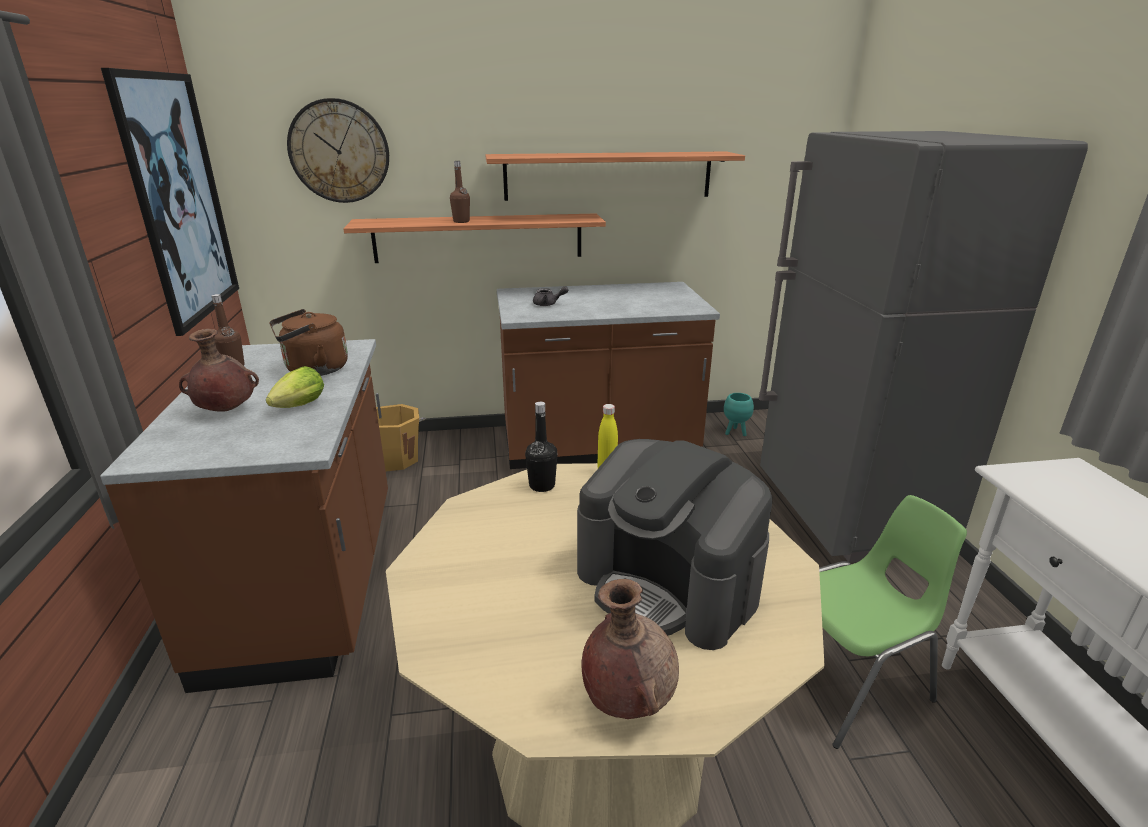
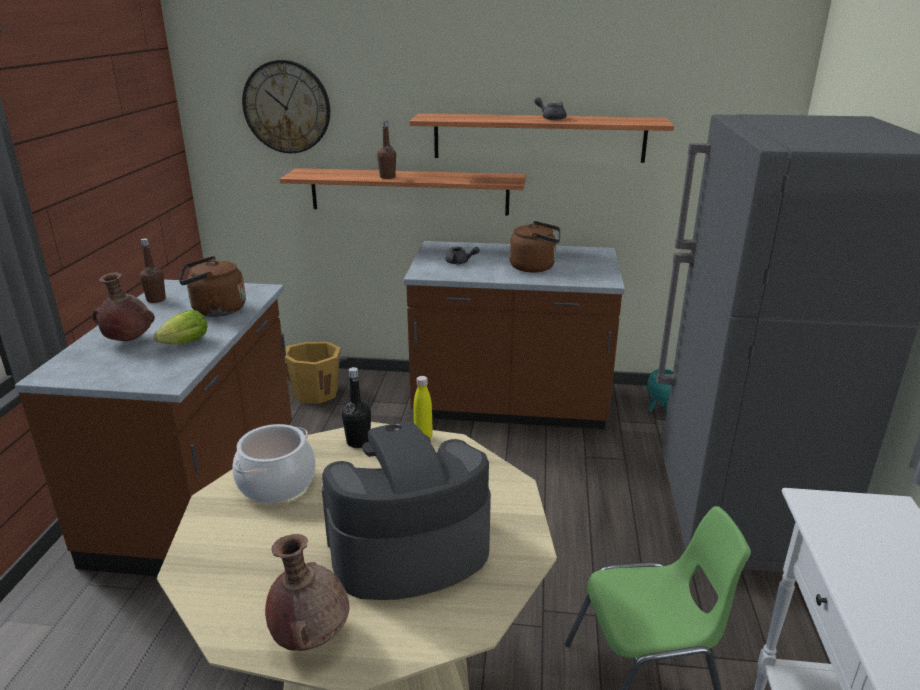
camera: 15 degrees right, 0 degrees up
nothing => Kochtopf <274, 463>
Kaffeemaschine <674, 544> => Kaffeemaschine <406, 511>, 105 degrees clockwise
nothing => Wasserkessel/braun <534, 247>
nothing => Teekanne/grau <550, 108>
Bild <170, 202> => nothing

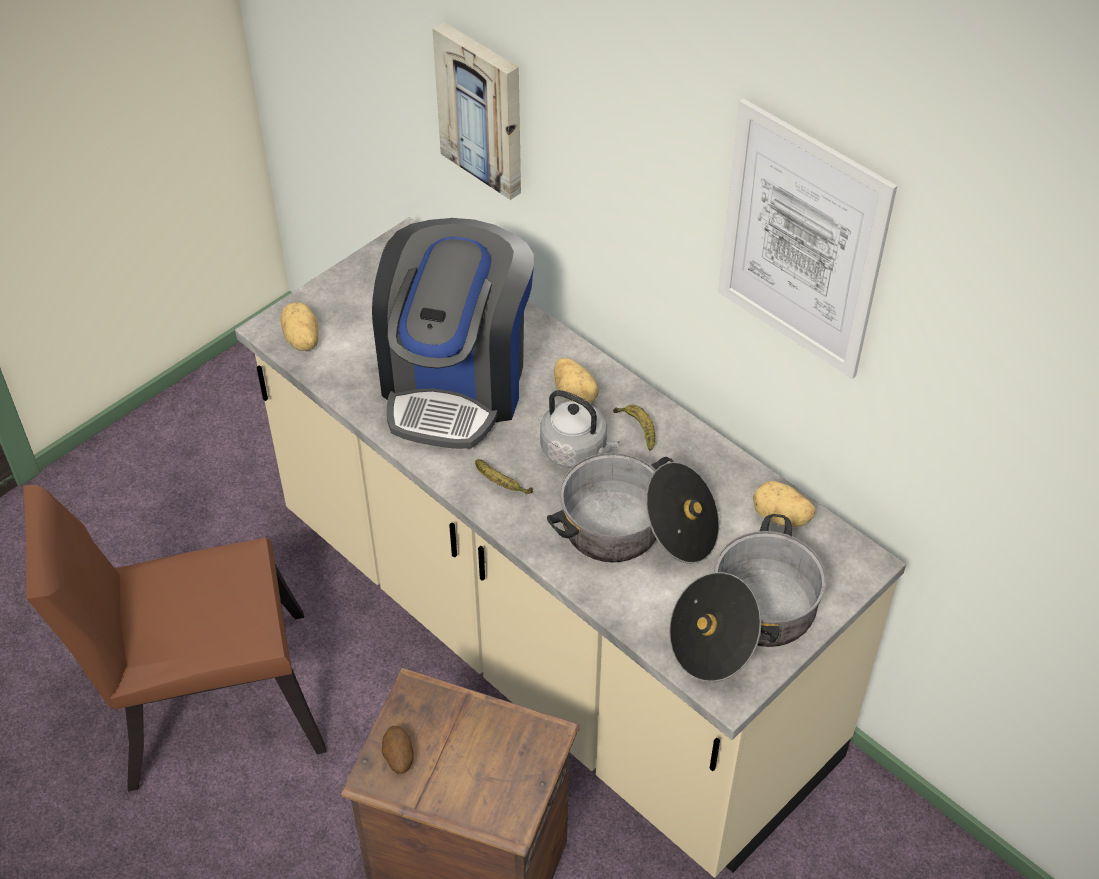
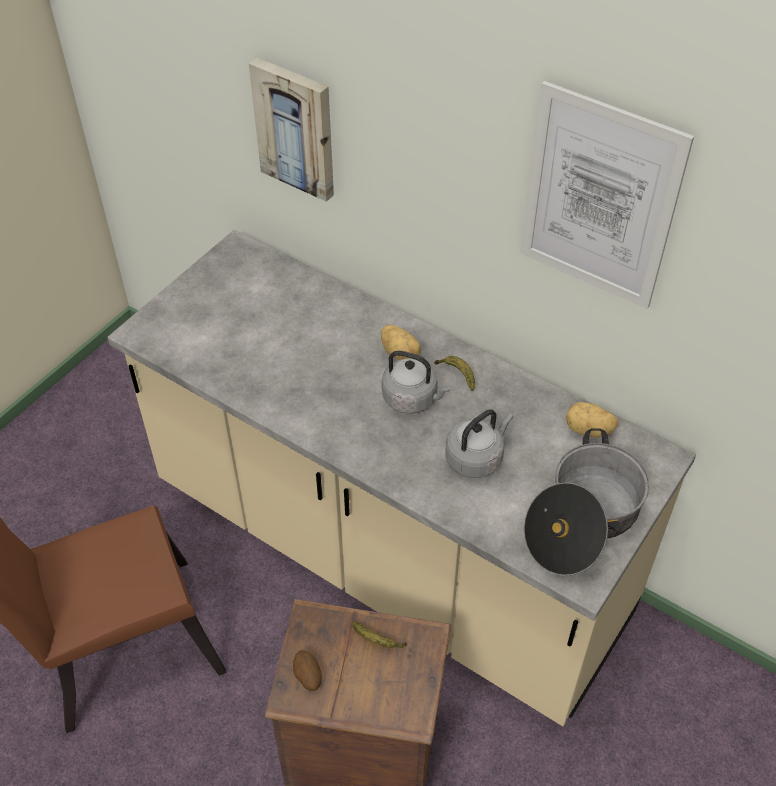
camera: 10 degrees left, 0 degrees up
Banane <504, 476> => Banane <379, 634>, moved
Kochtopf <633, 507> => Wasserkessel/grau <479, 444>
Kartoffel <299, 326> => nothing
Kaffeemaschine <453, 333> => nothing

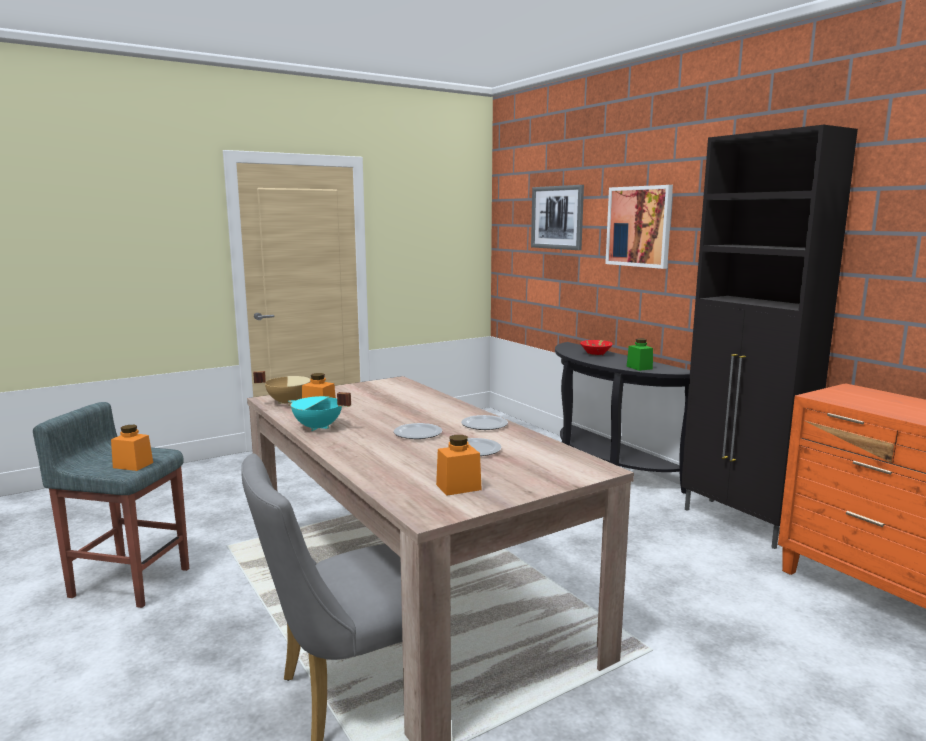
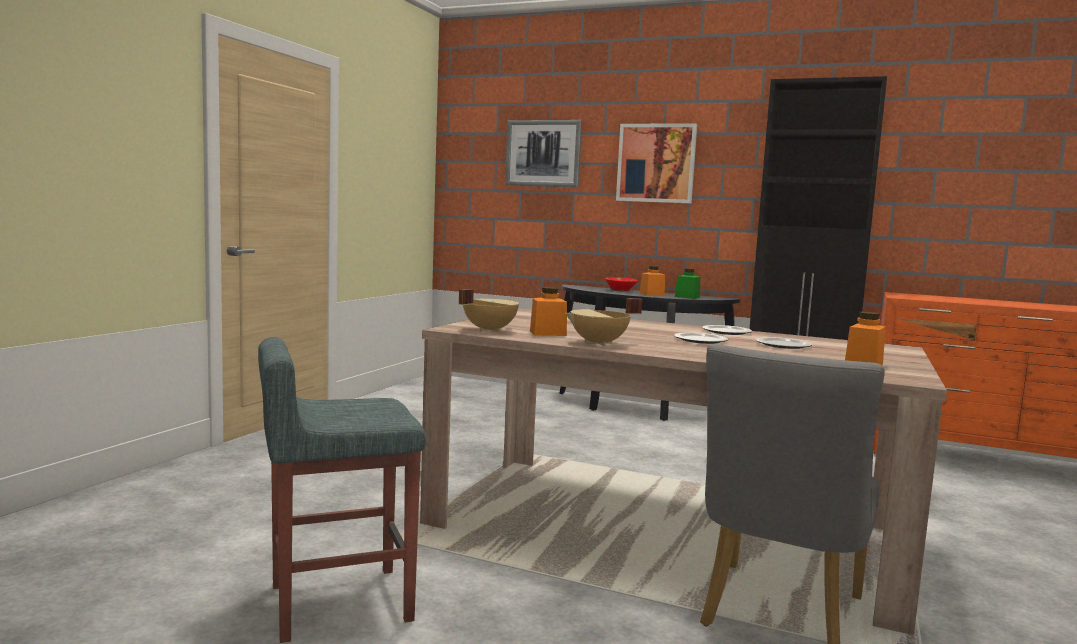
camera: 35 degrees left, 5 degrees down
Kochtopf/türkis <319, 411> => Kochtopf/beige <603, 322>
Vorratsglas/orange <132, 448> => Vorratsglas/orange <652, 280>, moved

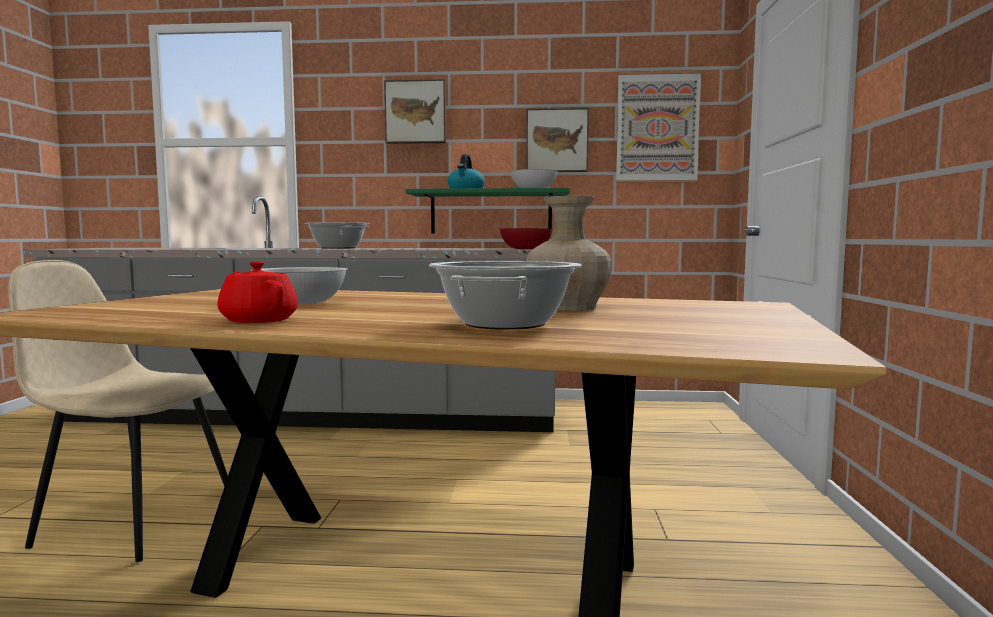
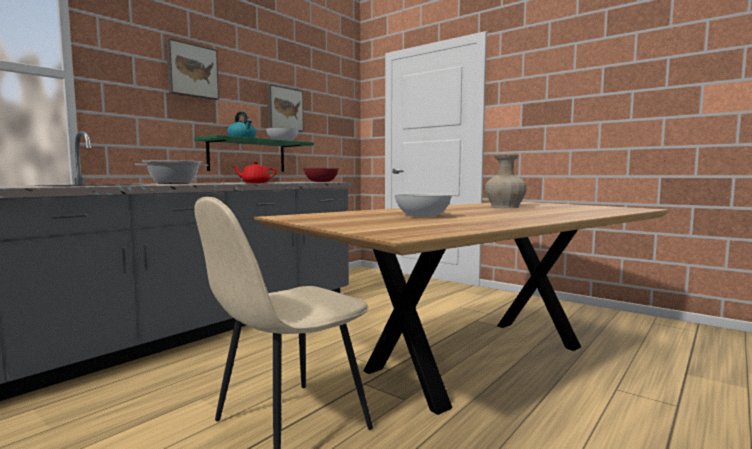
camera: 55 degrees left, 0 degrees up
Teekanne/rot <257, 292> => Teekanne/rot <254, 172>, moved
Kochtopf <505, 295> => nothing
Bild <659, 127> => nothing

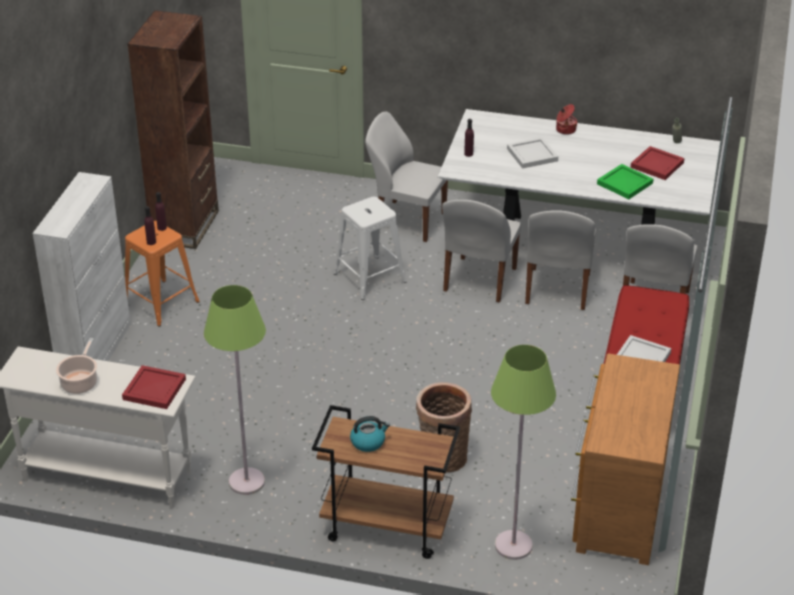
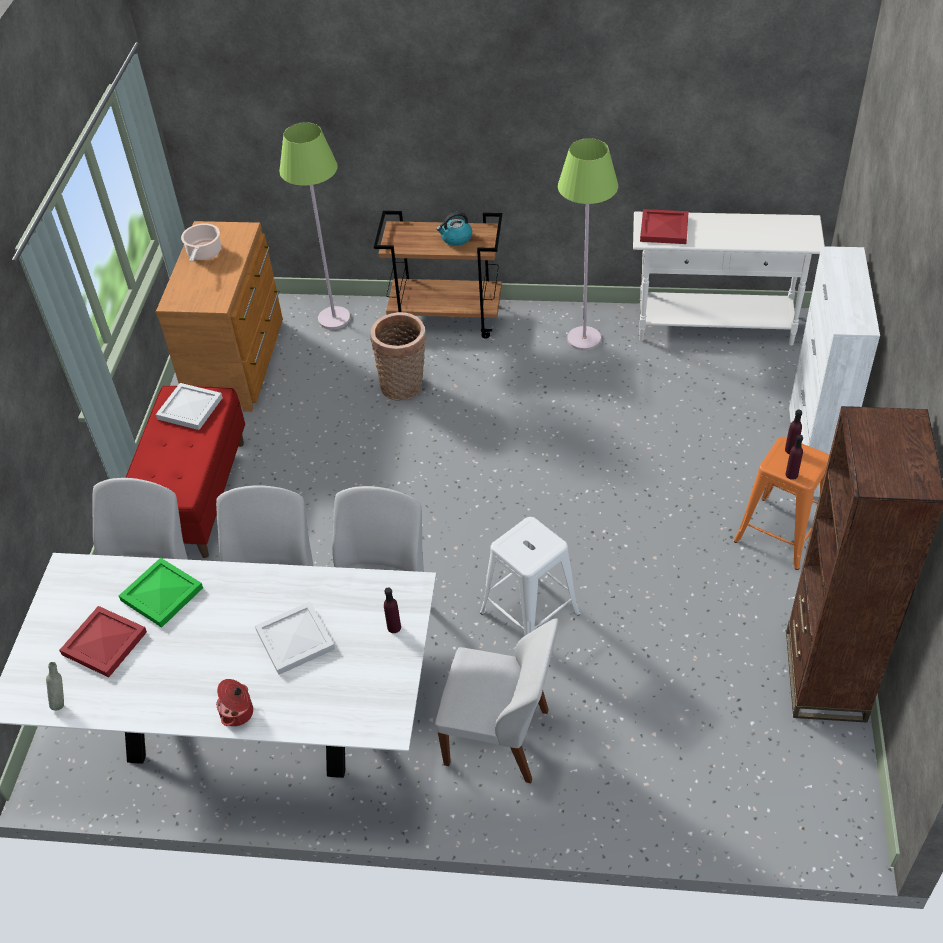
camera: 175 degrees right, 10 degrees up
Kochtopf <76, 366> => Kochtopf <201, 242>, moved

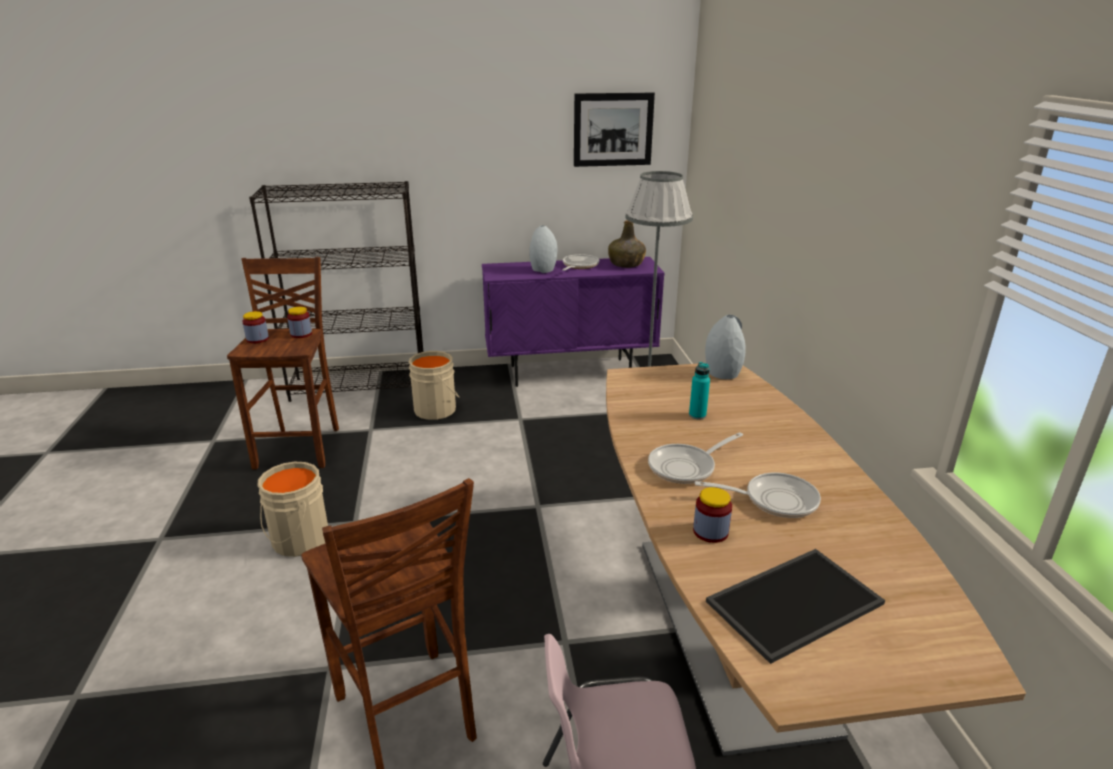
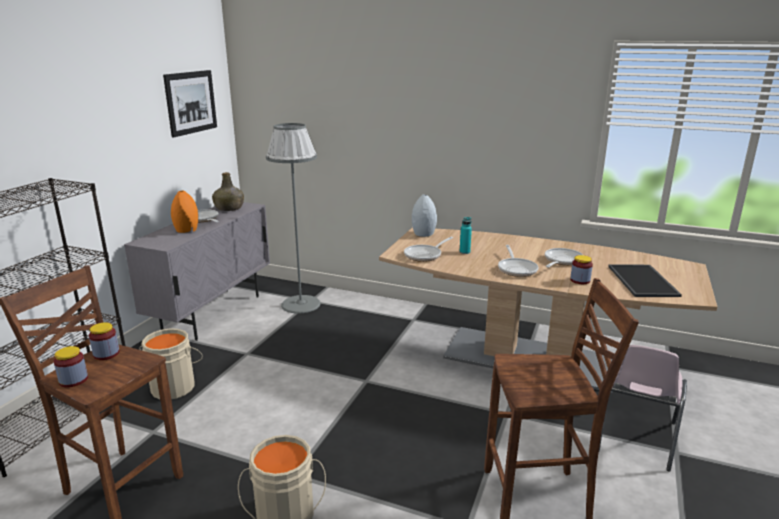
camera: 60 degrees left, 5 degrees down
Schrank/lila <573, 322> => Schrank/grau <197, 271>
Vase/grau <543, 249> => Vase/orange <184, 212>
nothing => Pfanne <428, 249>

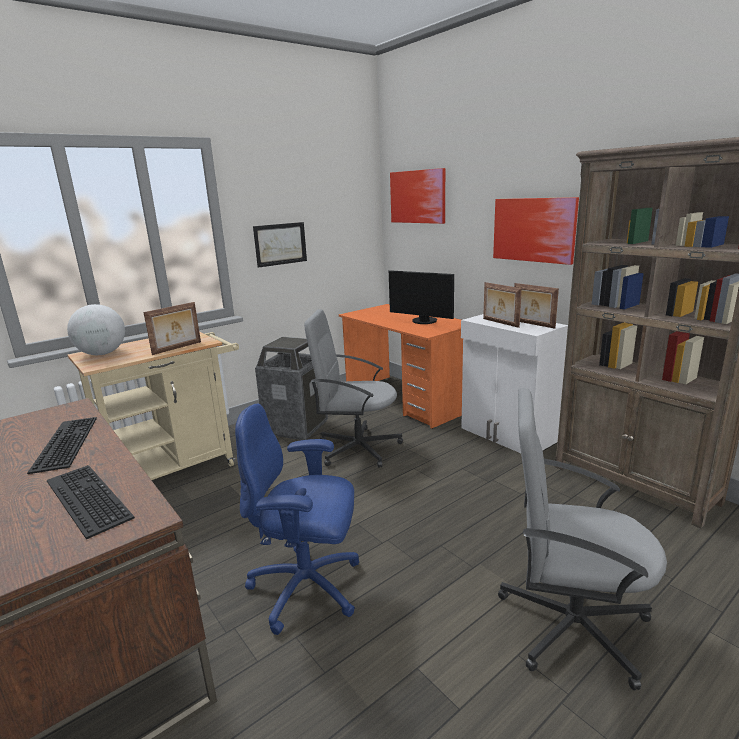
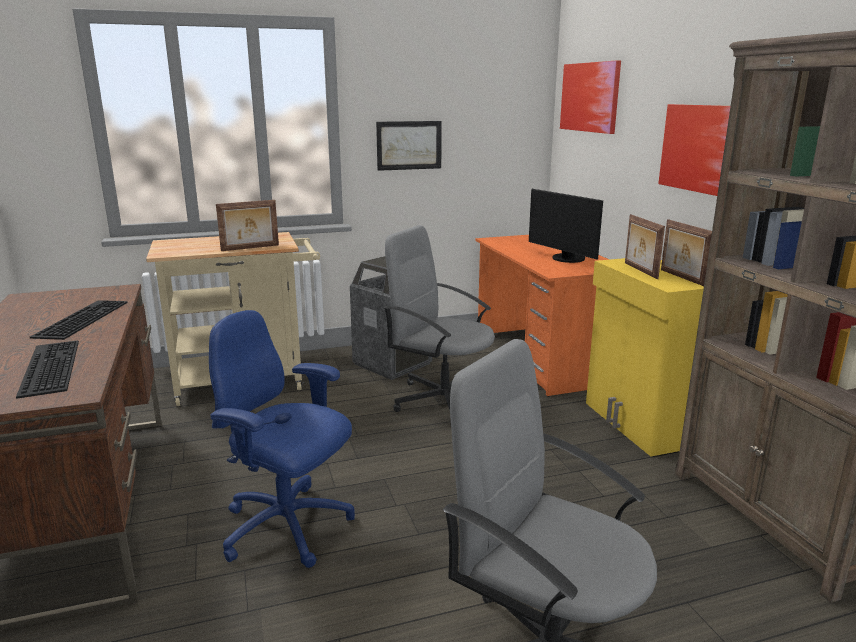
camera: 20 degrees right, 0 degrees up
Schrank/weiß <514, 383> => Schrank/gelb <645, 357>
Globus <96, 329> => nothing

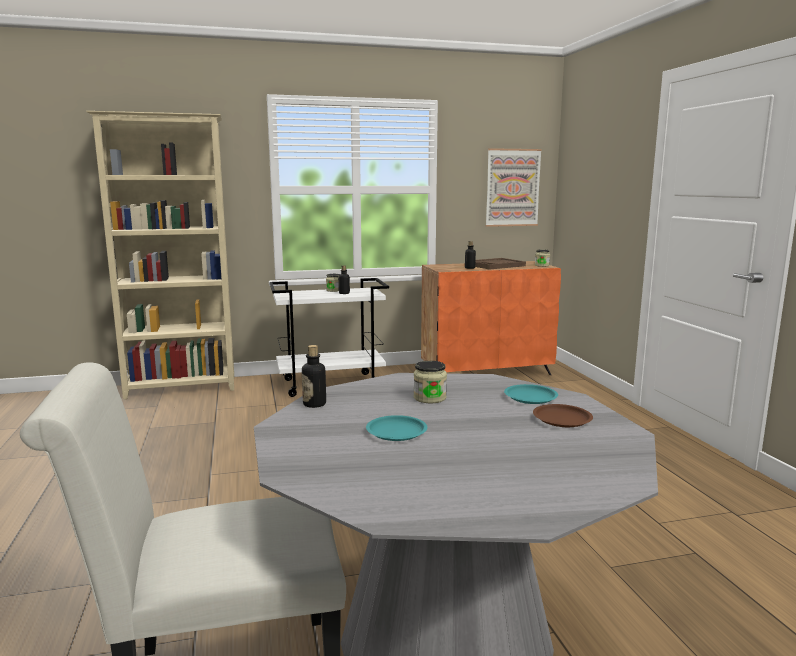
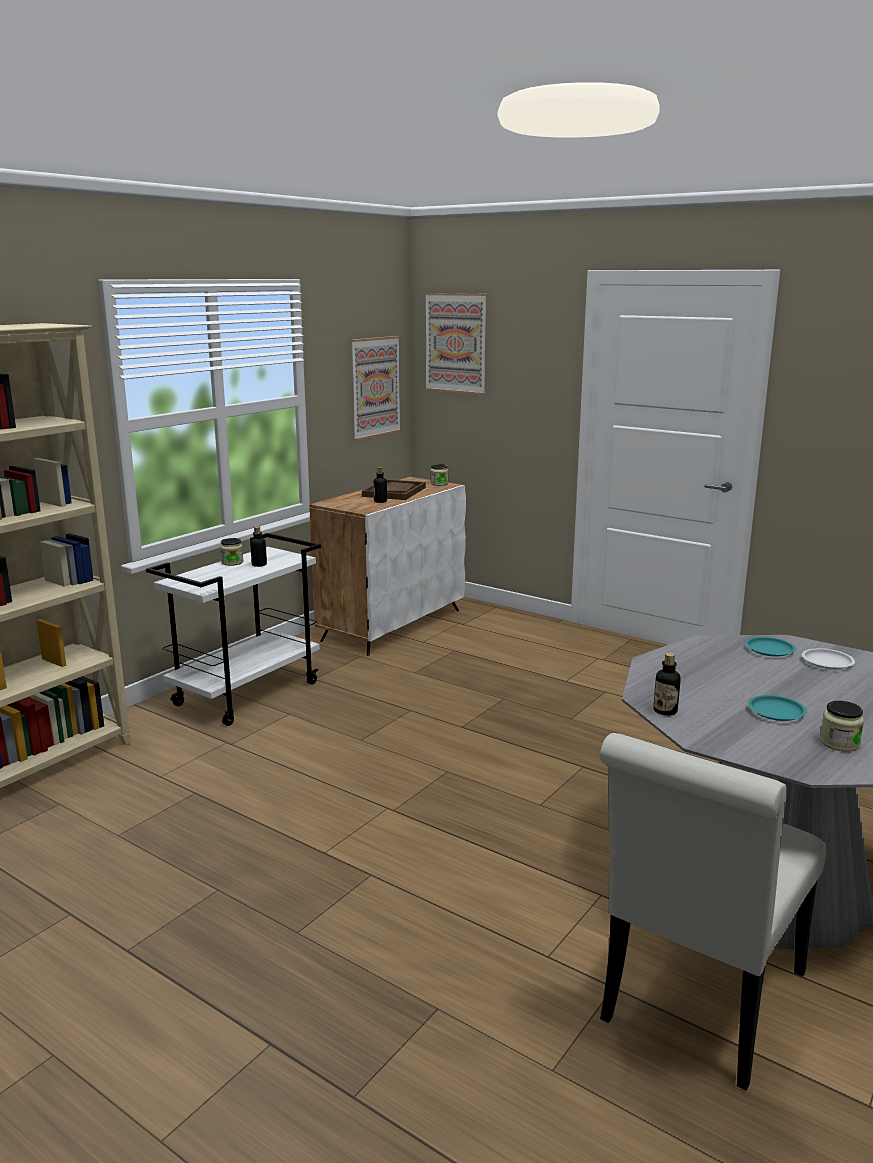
camera: 40 degrees left, 5 degrees up
Schrank/orange <491, 318> => Schrank/weiß <387, 566>
nothing => Bild <456, 344>
Teller/braun <563, 415> => Teller/weiß <828, 658>
Vorratsglas <430, 382> => Vorratsglas <842, 726>, moved

